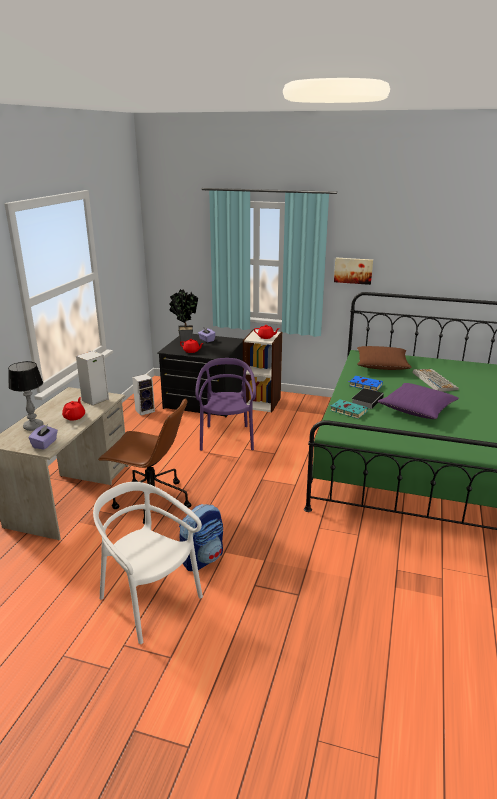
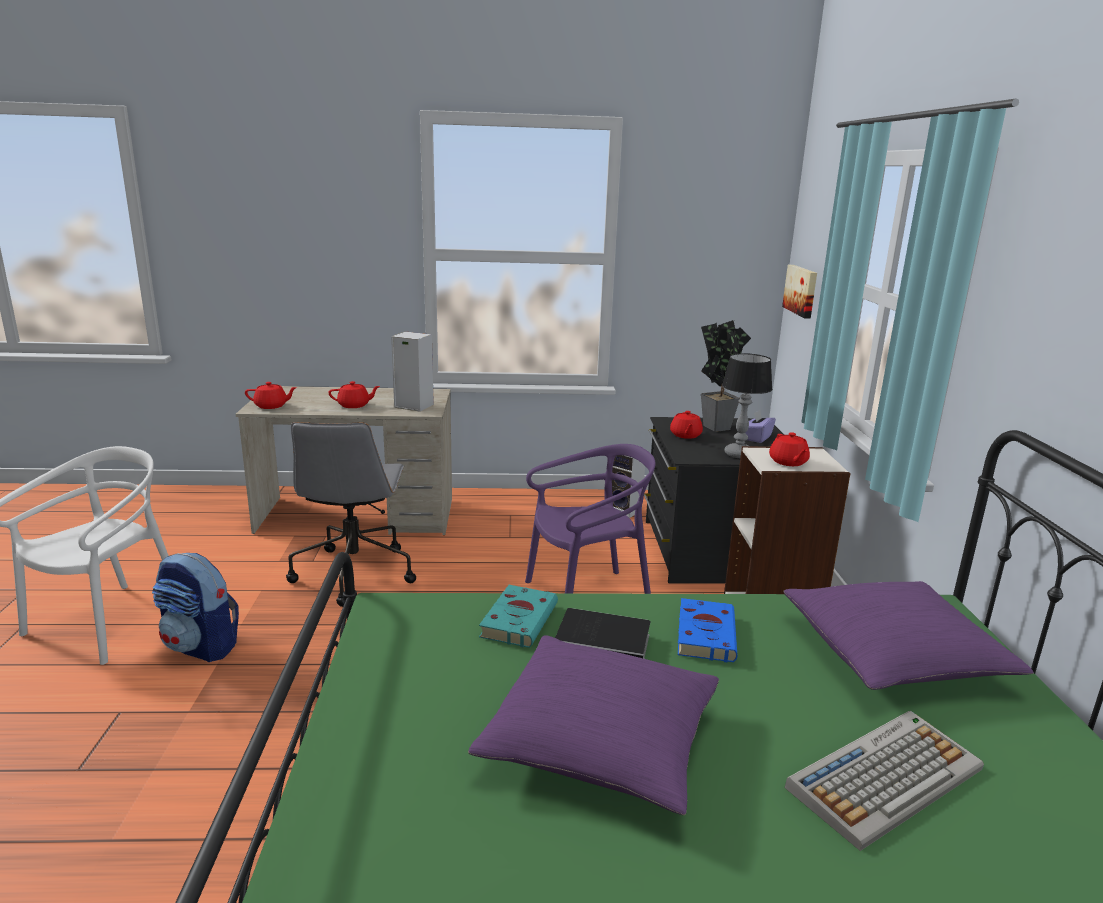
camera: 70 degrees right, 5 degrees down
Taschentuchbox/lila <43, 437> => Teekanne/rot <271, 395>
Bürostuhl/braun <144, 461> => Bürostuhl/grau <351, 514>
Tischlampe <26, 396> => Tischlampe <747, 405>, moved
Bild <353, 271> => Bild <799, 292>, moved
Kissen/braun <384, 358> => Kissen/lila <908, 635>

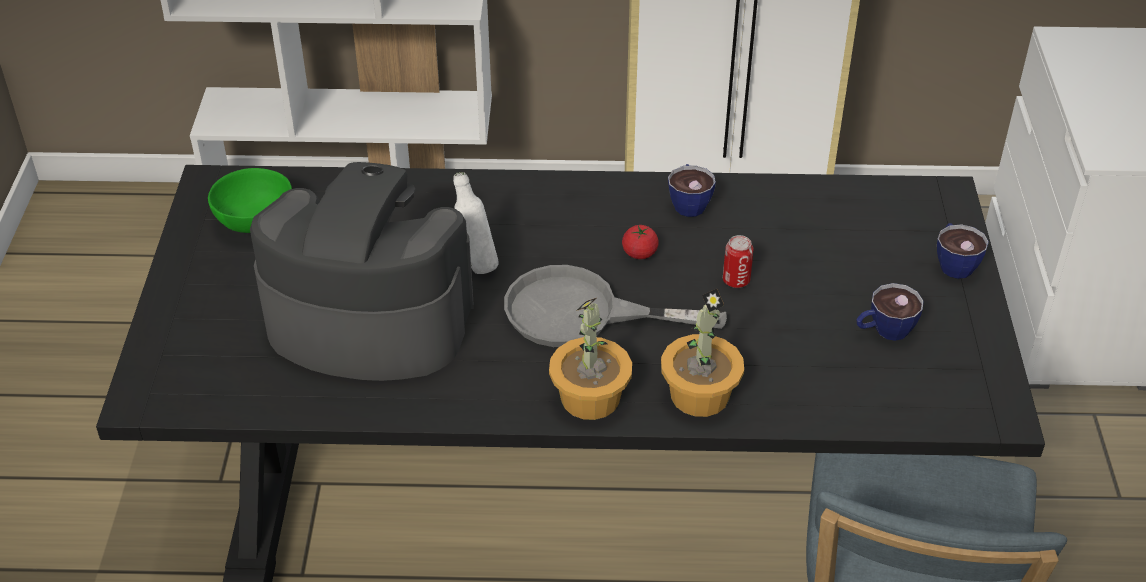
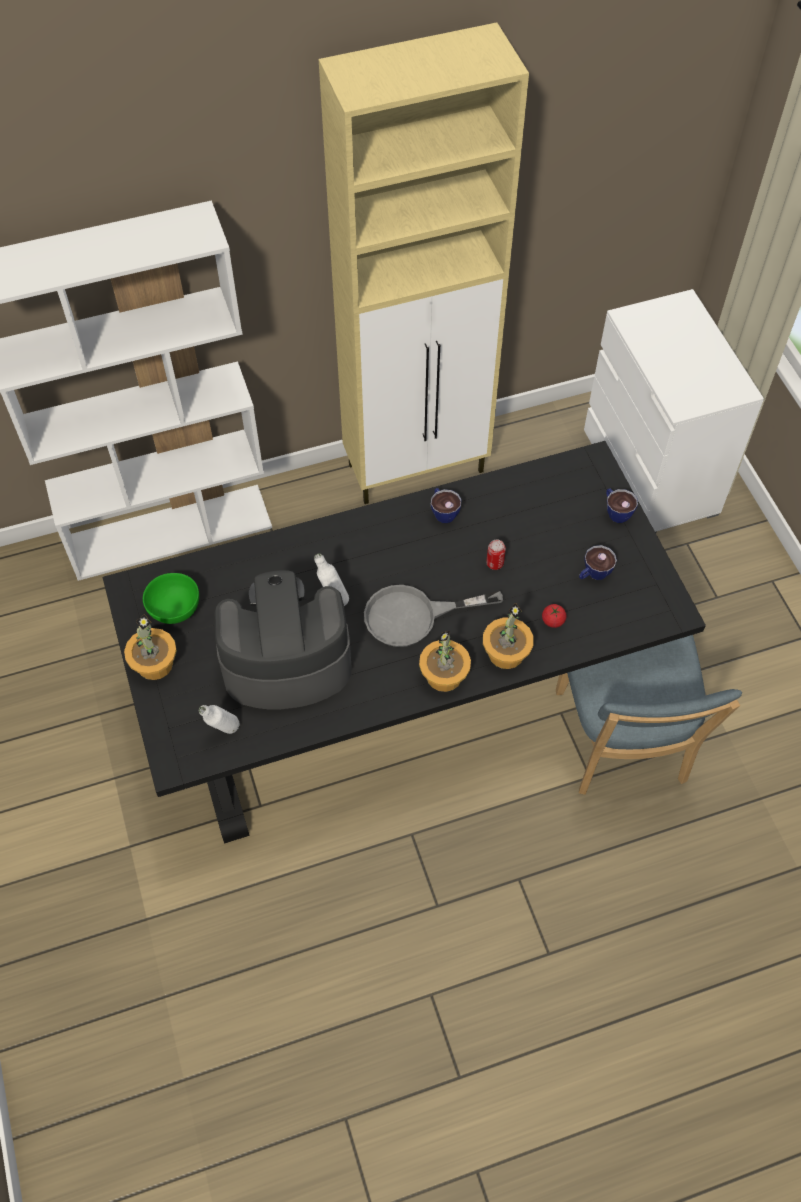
camera: 20 degrees left, 15 degrees up
nothing => Topfpflanze <150, 647>
nothing => Flasche/weiß <219, 719>
Tomate <640, 242> => Tomate <554, 616>, moved

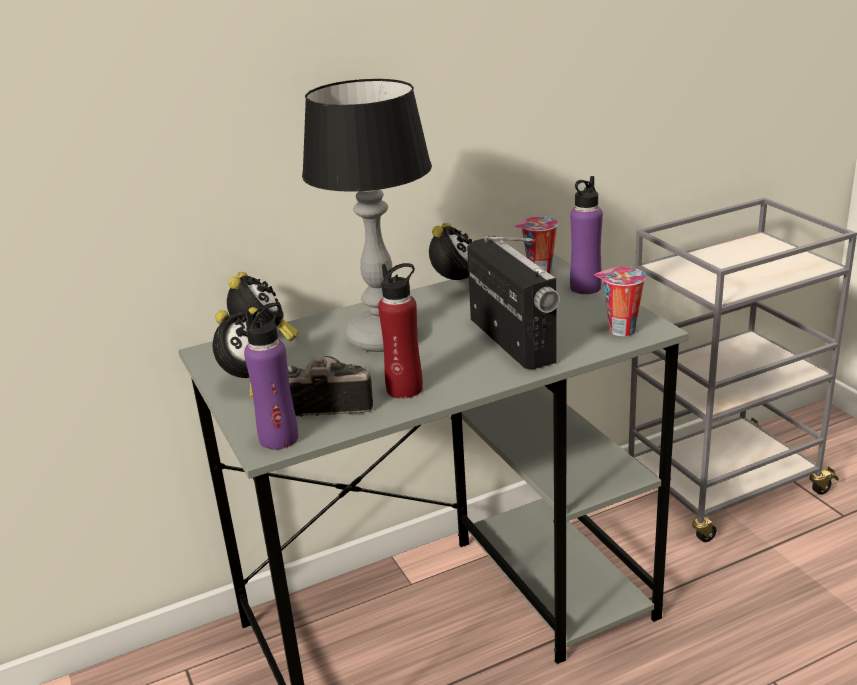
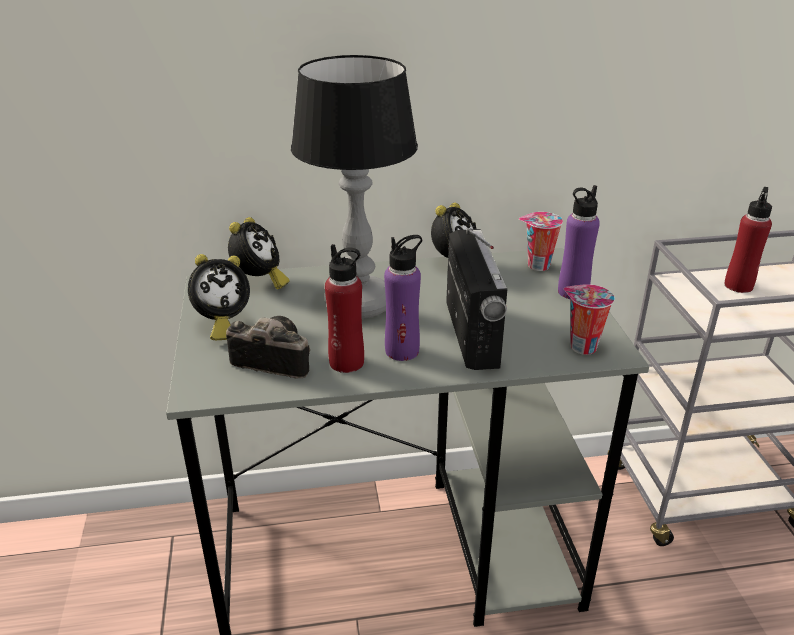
camera: 15 degrees right, 5 degrees up
Flasche/lila <271, 376> => Flasche/lila <403, 298>, moved
nothing => Flasche/rot <748, 240>

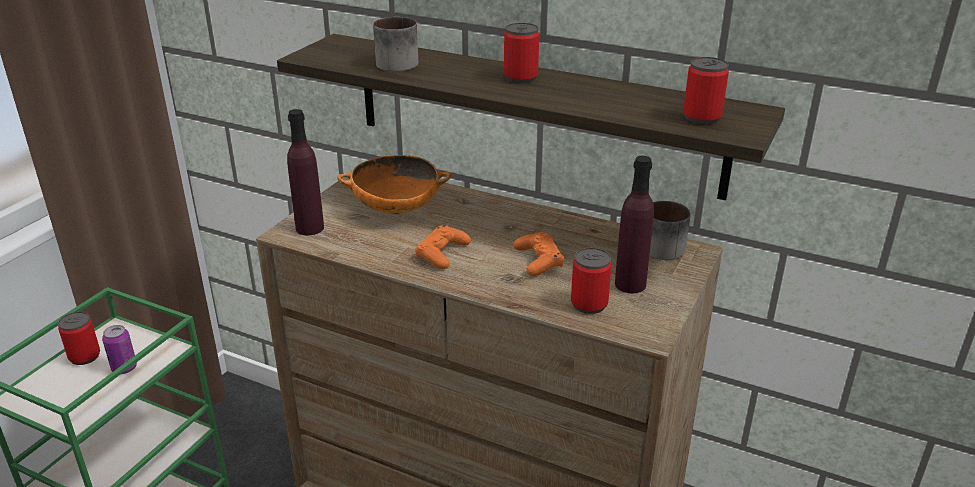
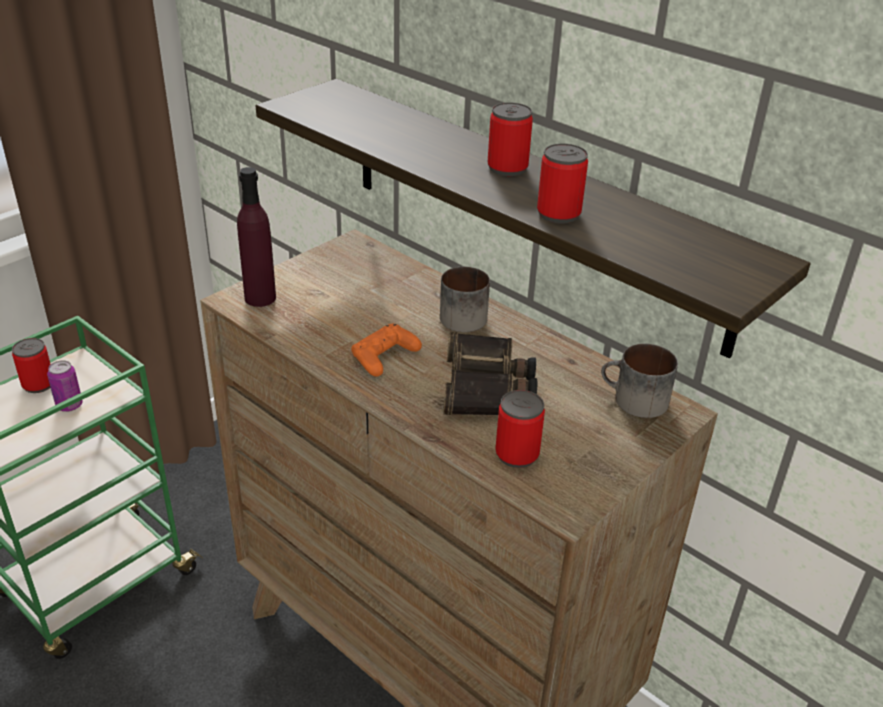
camera: 15 degrees right, 5 degrees up
Henkelbecher <395, 44> => Henkelbecher <465, 299>, moved
Gamepad/orange <538, 254> => Fernglas <490, 373>
Dose <706, 90> => Dose <562, 183>, moved
Schüssel/orange <394, 184> => nothing
Flasche/lila <634, 224> => nothing

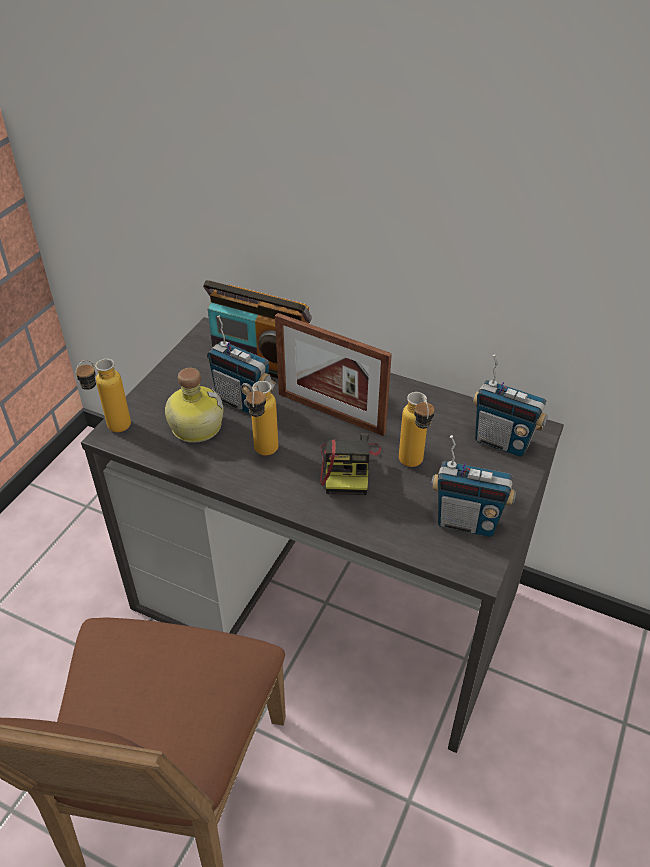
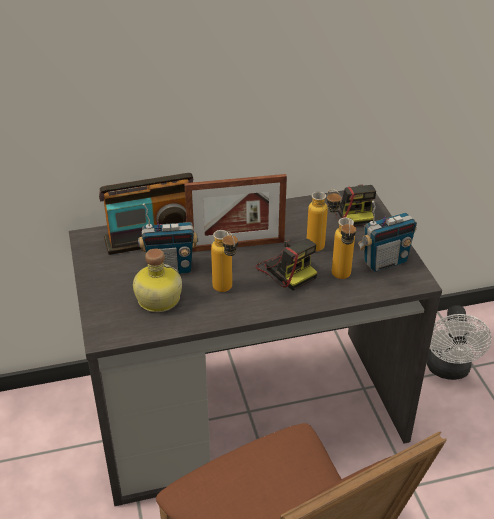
camera: 40 degrees left, 5 degrees down
Flasche <103, 395> => Flasche <344, 248>, moved
Radio <510, 405> => Kamera <355, 205>
nothing => Ventilator/weiß <459, 342>

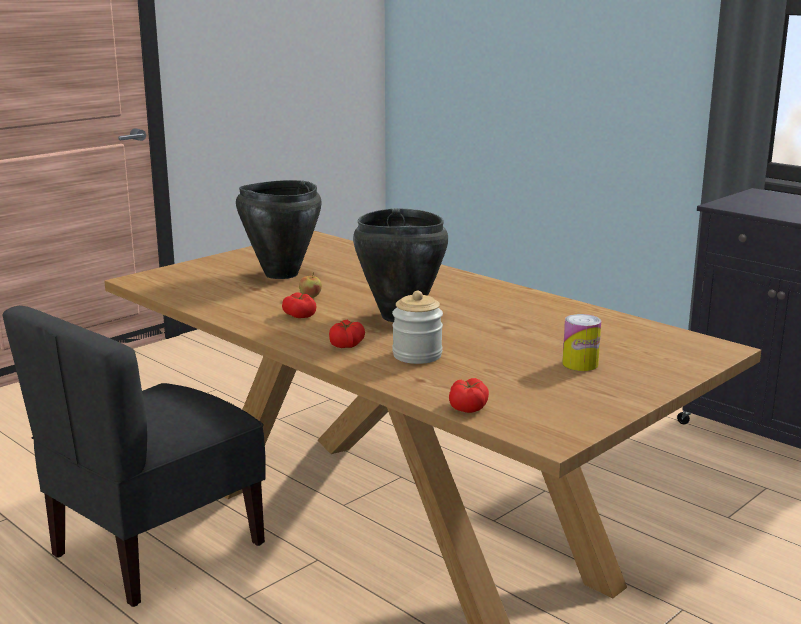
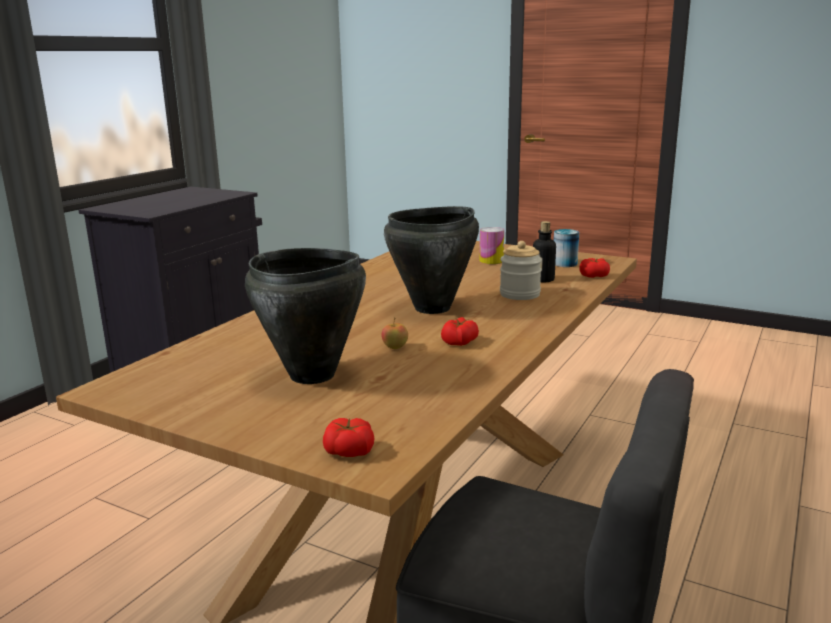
camera: 105 degrees left, 0 degrees up
Tomate <347, 334> => Tomate <348, 437>, moved
nothing => Flasche <544, 251>
nothing => Dose <566, 248>

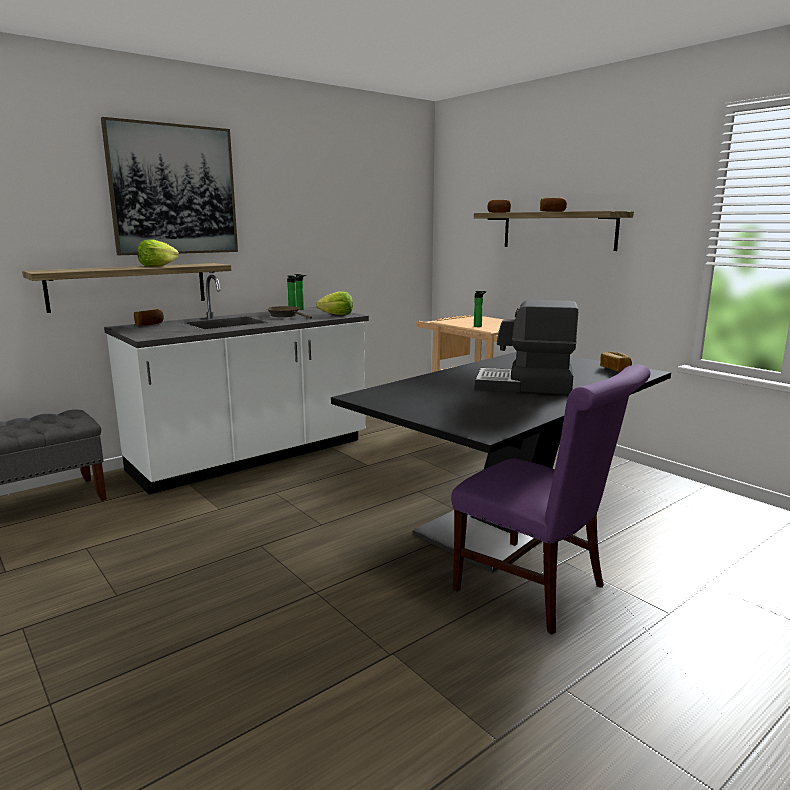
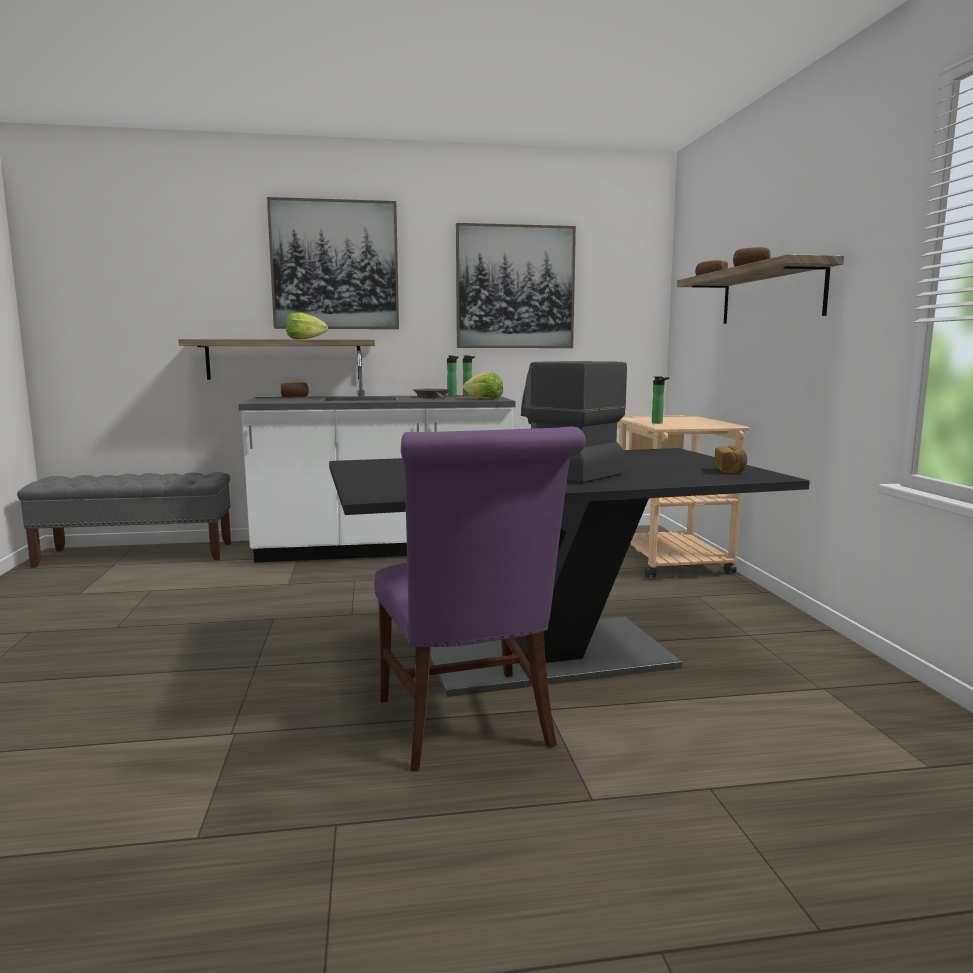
camera: 30 degrees right, 5 degrees down
nothing => Bild <516, 285>

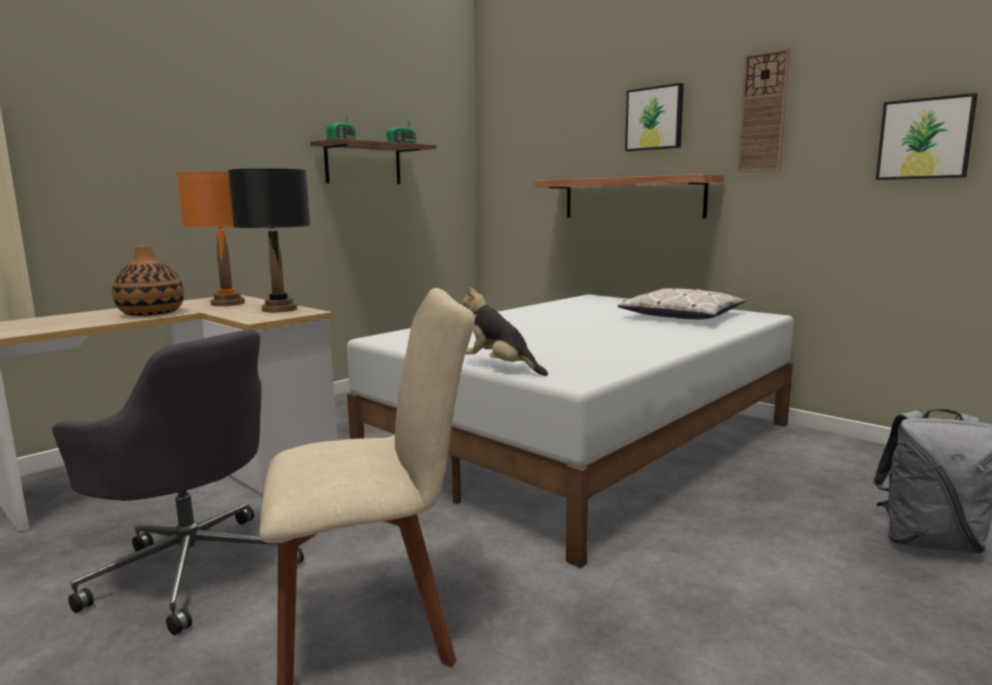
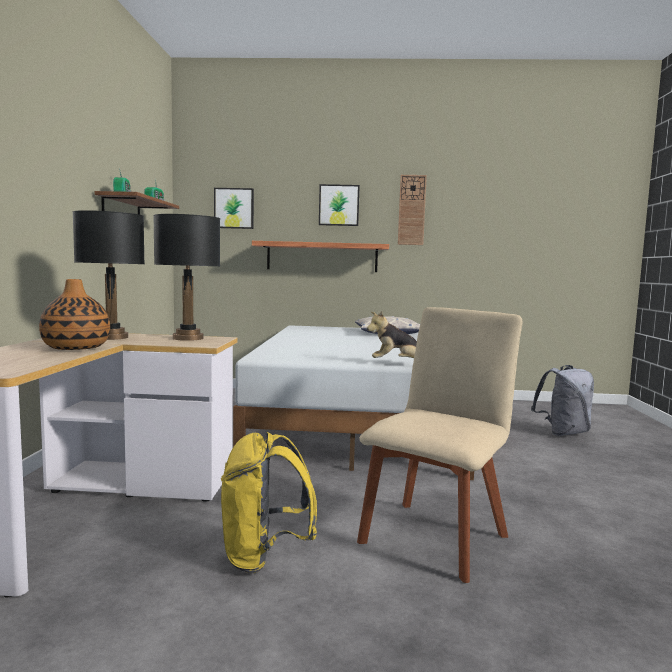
camera: 40 degrees left, 5 degrees down
Tischlampe/orange <210, 239> => Tischlampe/schwarz <109, 275>
Bild <927, 136> => Bild <234, 208>, moved
Bürostuhl/grau <178, 482> => Rucksack/gelb <269, 502>

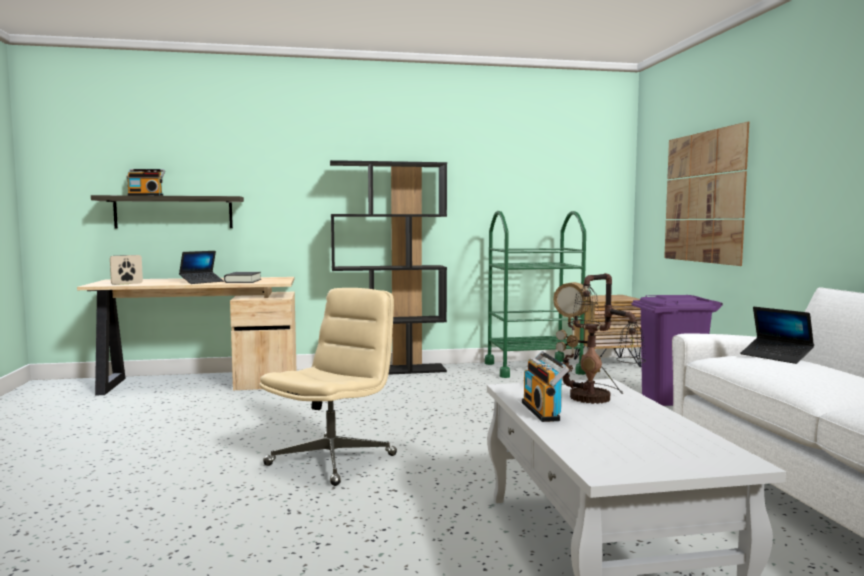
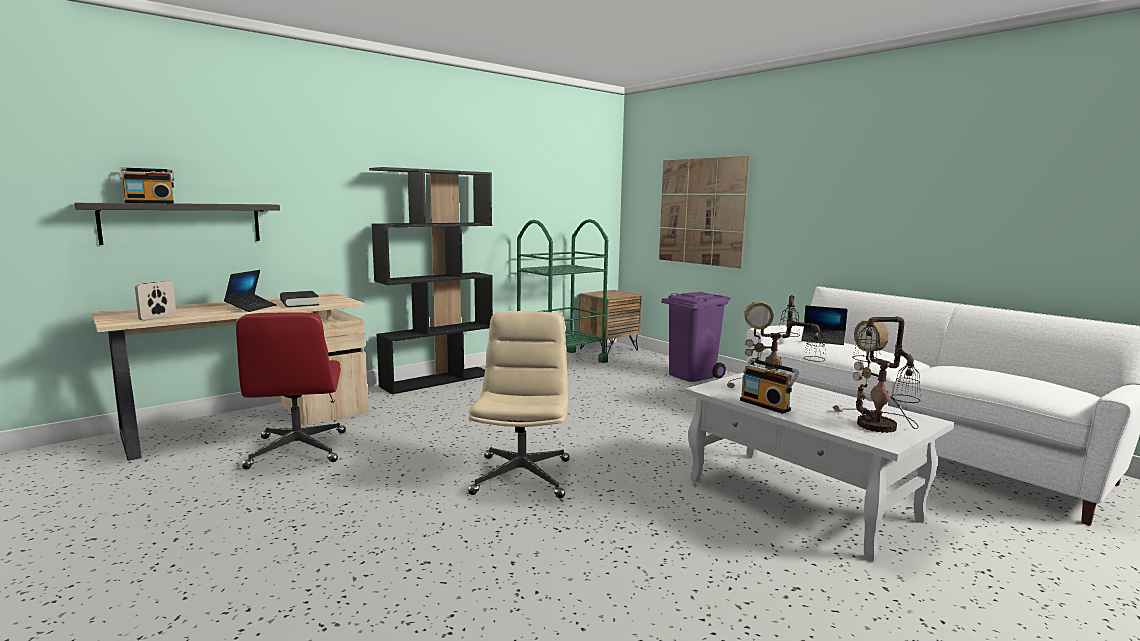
camera: 30 degrees left, 5 degrees up
nothing => Bürostuhl/rot <291, 390>
nothing => Tischlampe <876, 374>

